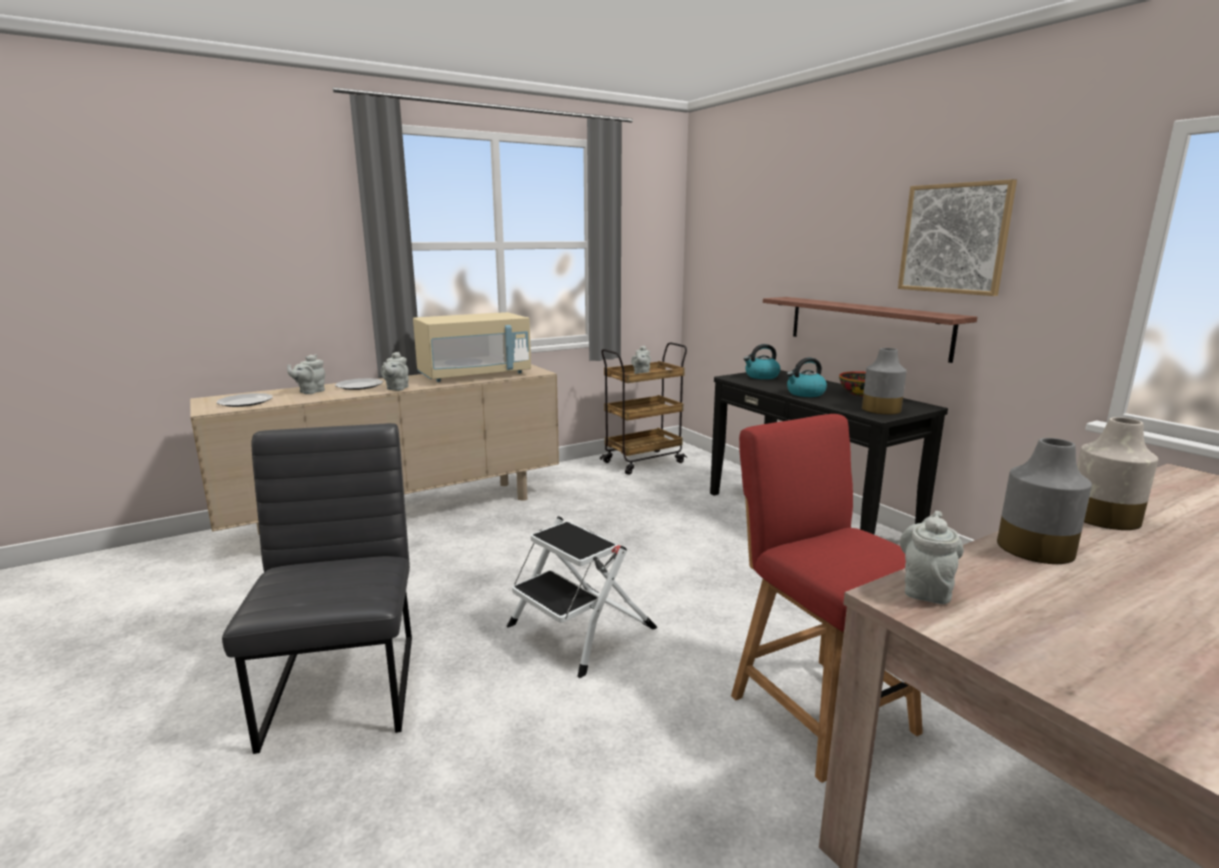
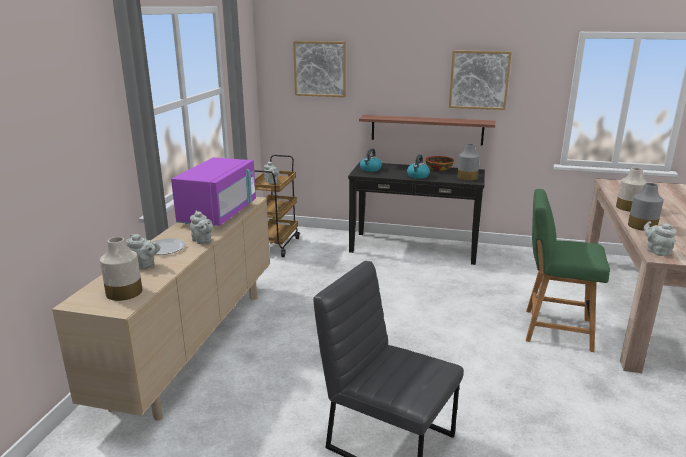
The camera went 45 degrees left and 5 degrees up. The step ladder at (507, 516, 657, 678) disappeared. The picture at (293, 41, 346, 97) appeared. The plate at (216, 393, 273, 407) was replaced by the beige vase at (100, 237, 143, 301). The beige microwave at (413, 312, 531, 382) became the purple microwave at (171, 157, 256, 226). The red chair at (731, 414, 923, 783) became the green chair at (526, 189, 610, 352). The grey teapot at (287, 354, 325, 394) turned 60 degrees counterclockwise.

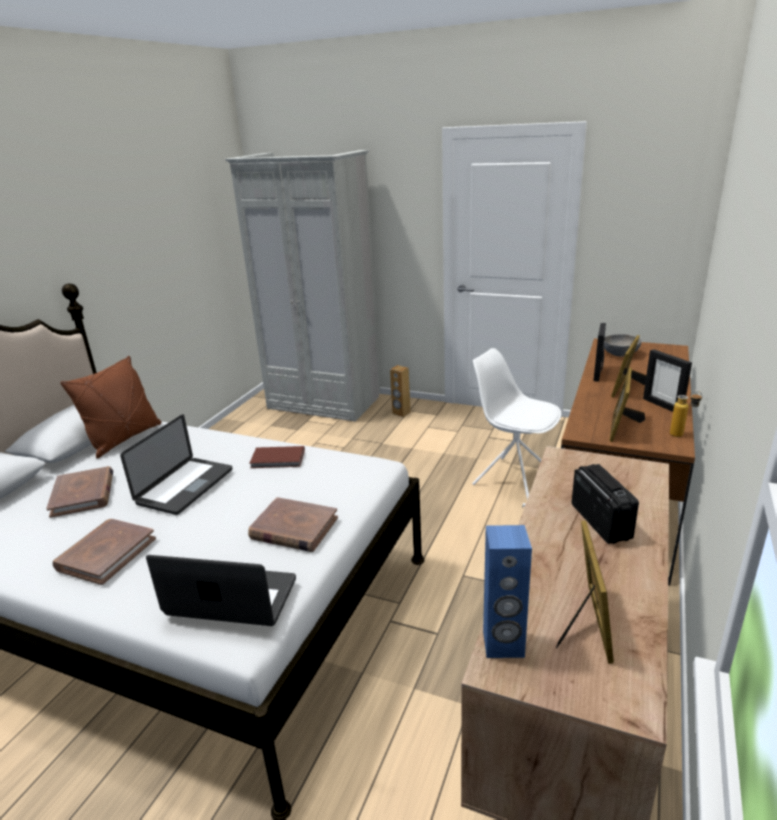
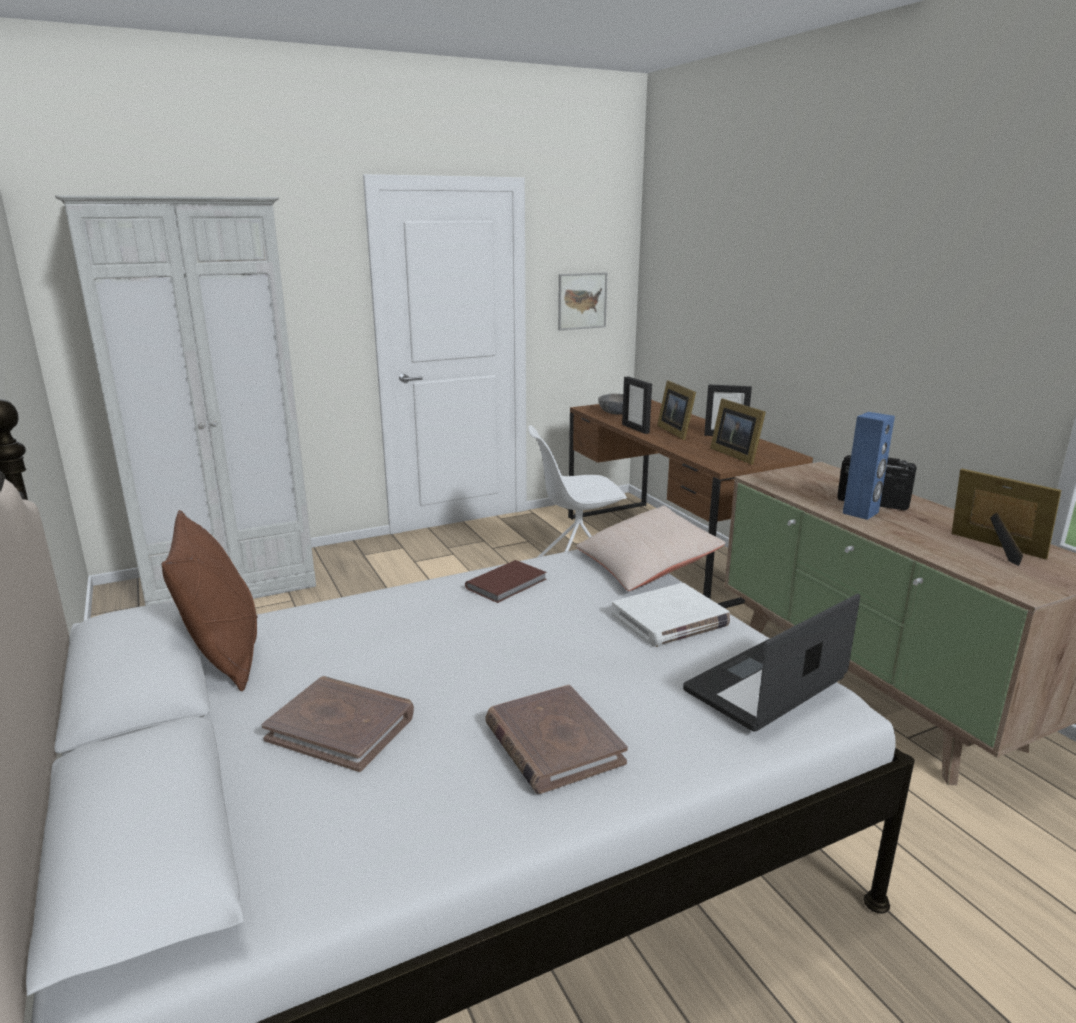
The camera went 50 degrees left and 5 degrees down. The laptop at (120, 414, 232, 515) disappeared. The brown speaker at (390, 365, 411, 417) disappeared. The bottle at (670, 391, 703, 437) disappeared. The picture at (558, 272, 607, 331) appeared. The beige pillow at (576, 505, 726, 591) appeared. The blue speaker moved from (483, 525, 532, 658) to (843, 412, 895, 520). The brown book at (248, 497, 338, 552) became the white book at (612, 583, 731, 647).

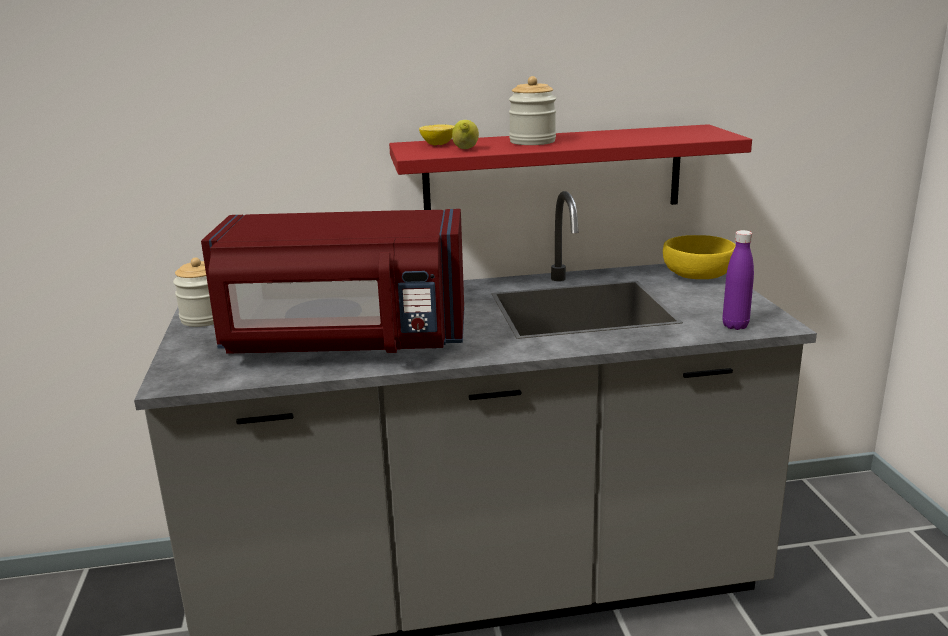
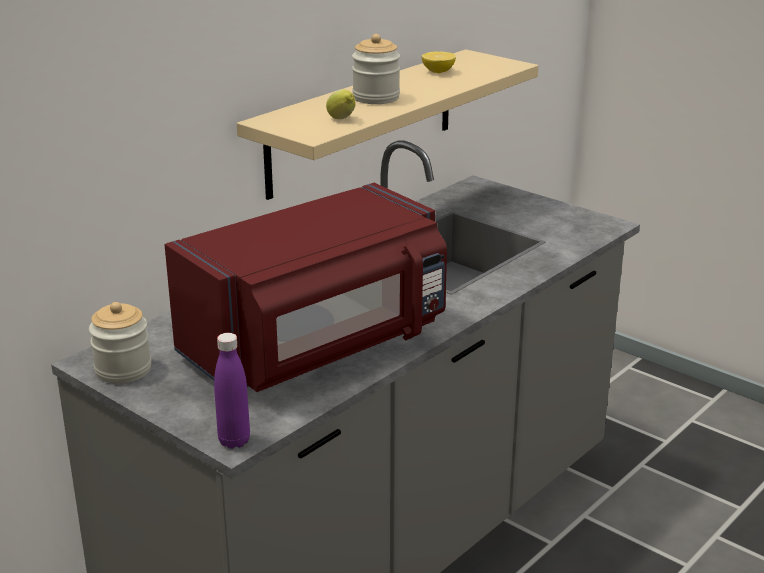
The camera went 40 degrees left and 5 degrees up. The yellow bowl at (663, 235, 736, 279) disappeared. The lemon moved from (419, 124, 454, 145) to (422, 51, 456, 73). The purple bottle moved from (722, 230, 754, 330) to (214, 333, 250, 449). The red shelf at (389, 124, 752, 210) became the beige shelf at (237, 50, 538, 200).

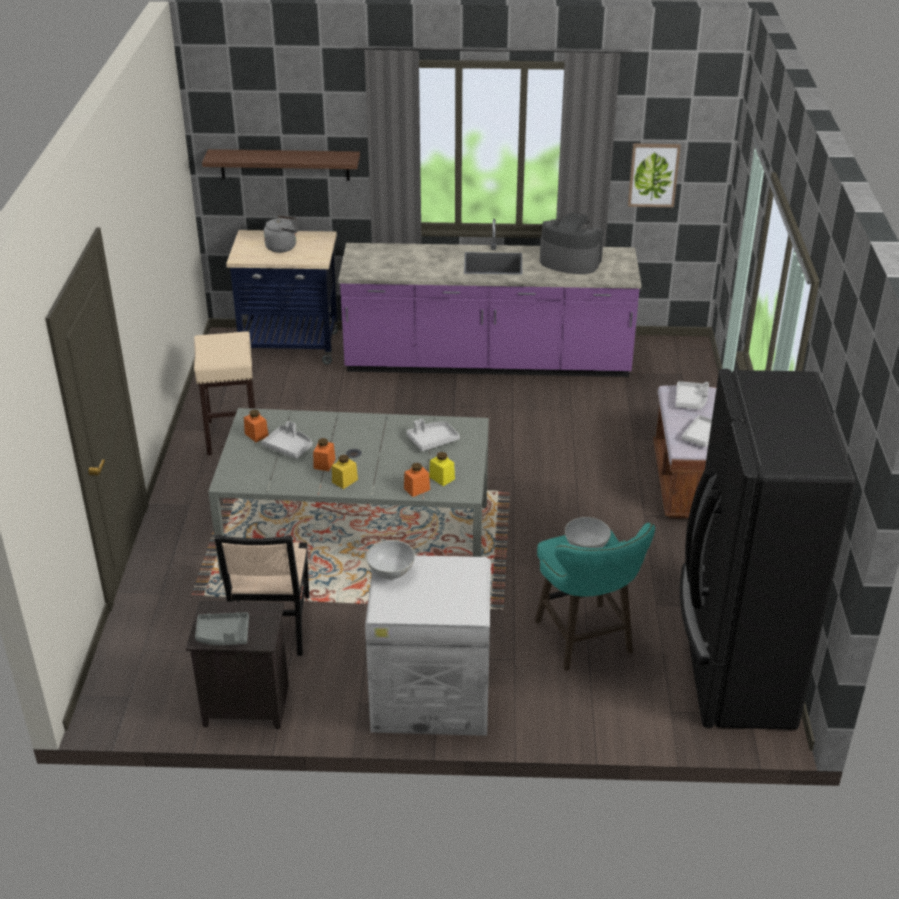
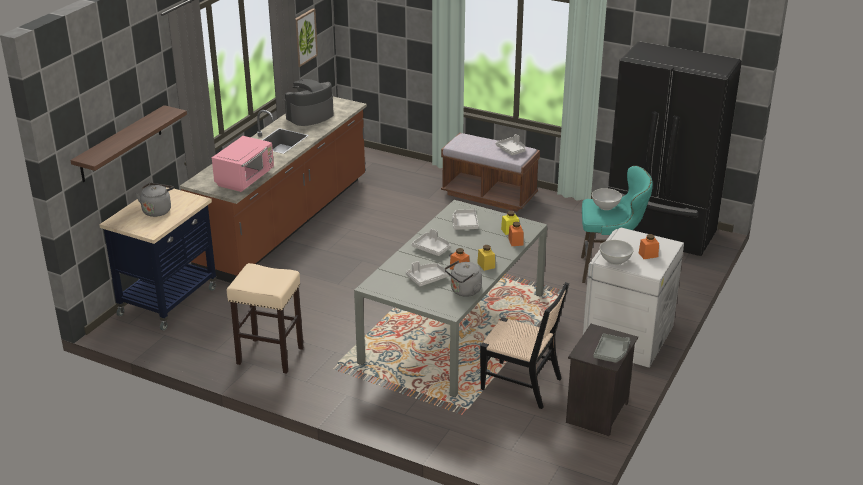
The camera went 65 degrees left and 5 degrees down. The pink microwave at (212, 136, 274, 192) appeared. The grey kettle at (445, 260, 482, 297) appeared. The orange jar moved from (244, 409, 268, 442) to (639, 234, 659, 259). The grey tray moved from (676, 381, 709, 409) to (412, 229, 451, 256). The purple counter at (338, 219, 641, 377) became the brown counter at (180, 97, 367, 283).

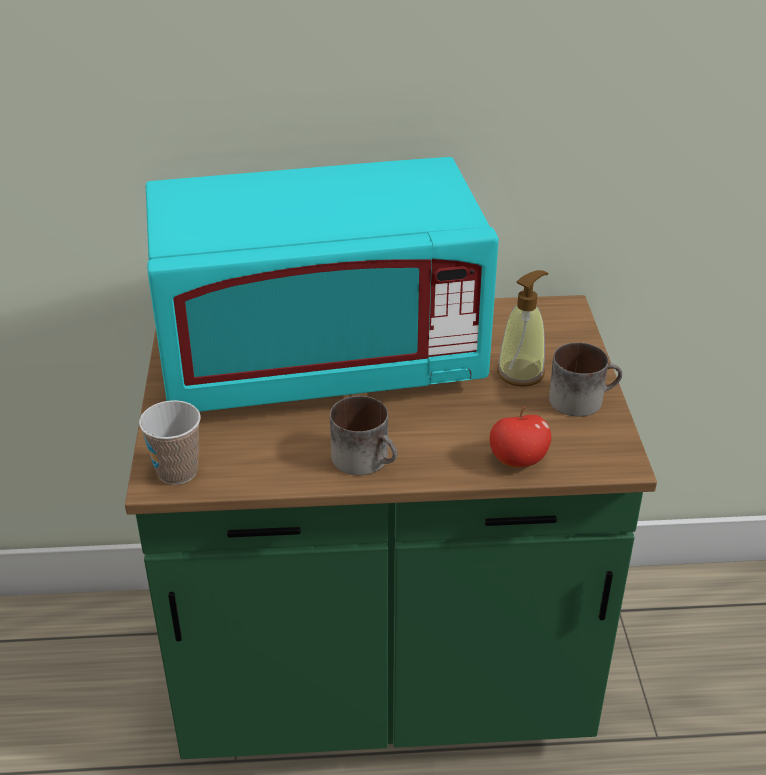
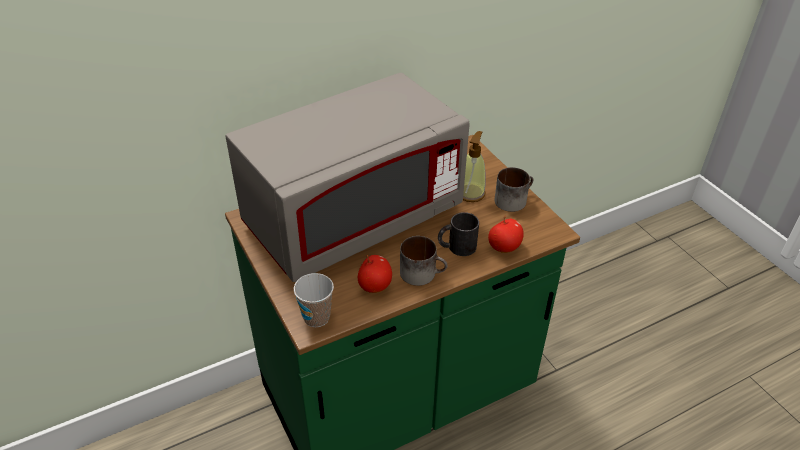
The camera went 25 degrees left and 5 degrees up. The apple at (358, 255, 392, 293) appeared. The black mug at (438, 212, 479, 256) appeared. The turquoise microwave at (146, 157, 499, 412) became the grey microwave at (226, 73, 470, 282).

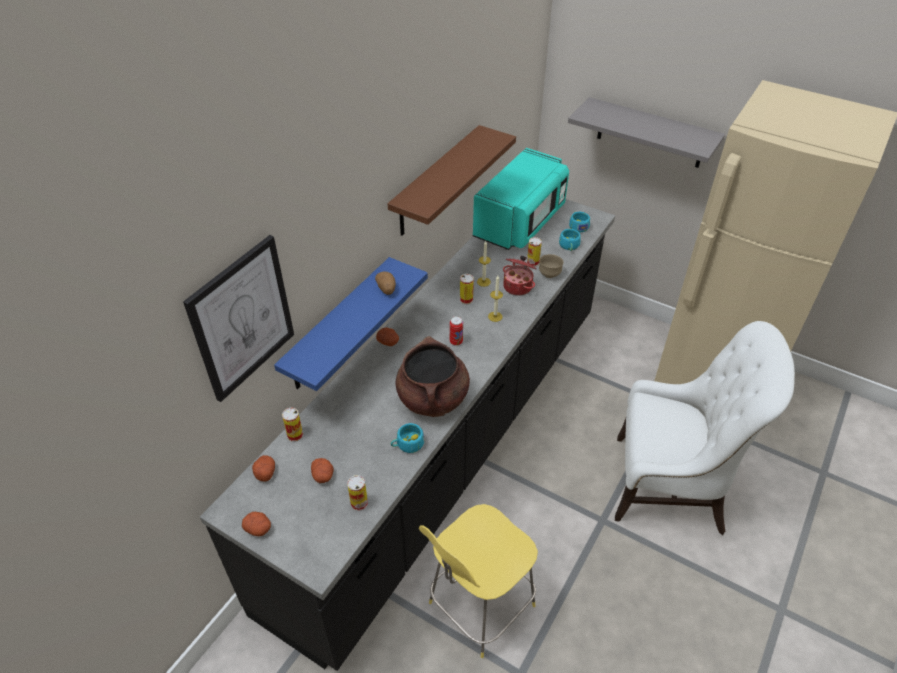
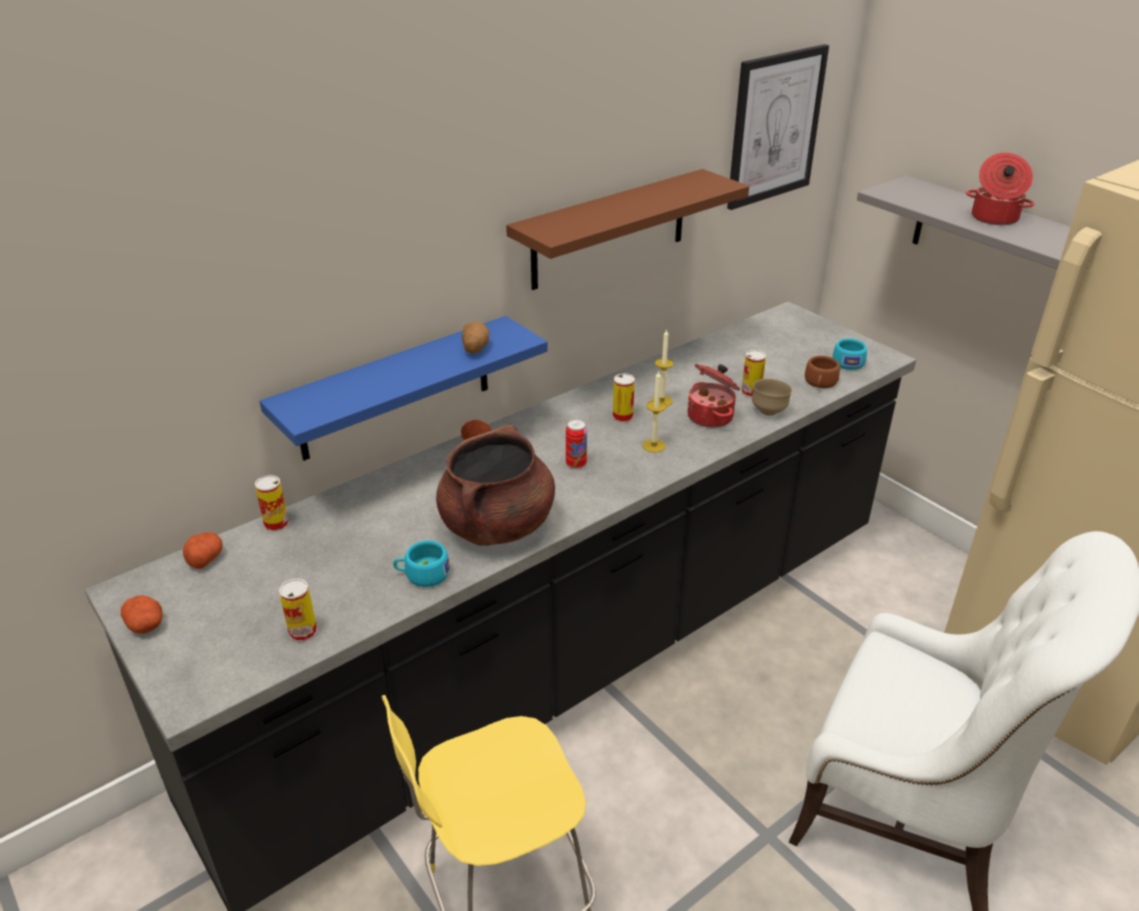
The camera went 20 degrees right and 10 degrees down. The potato at (311, 458, 334, 483) disappeared. The turquoise microwave at (473, 148, 569, 250) disappeared. The cooking pot at (966, 153, 1034, 225) appeared. The picture moved from (183, 235, 294, 402) to (727, 44, 829, 210). The turquoise cup at (559, 229, 581, 251) became the brown cup at (805, 356, 840, 388).

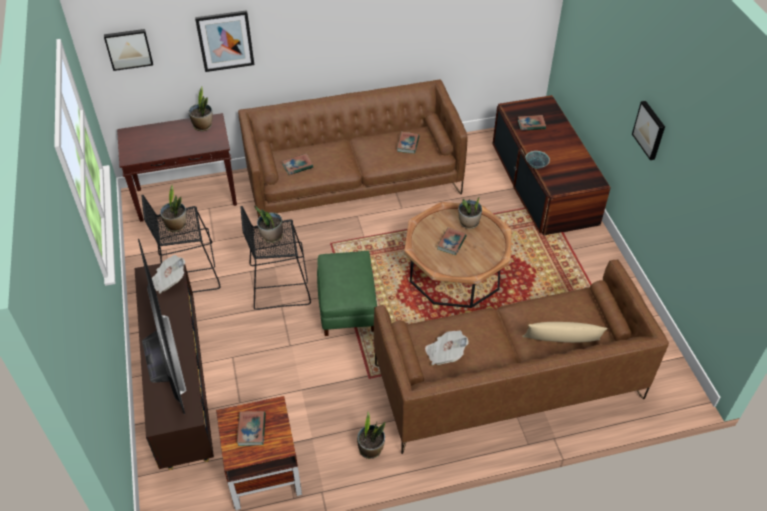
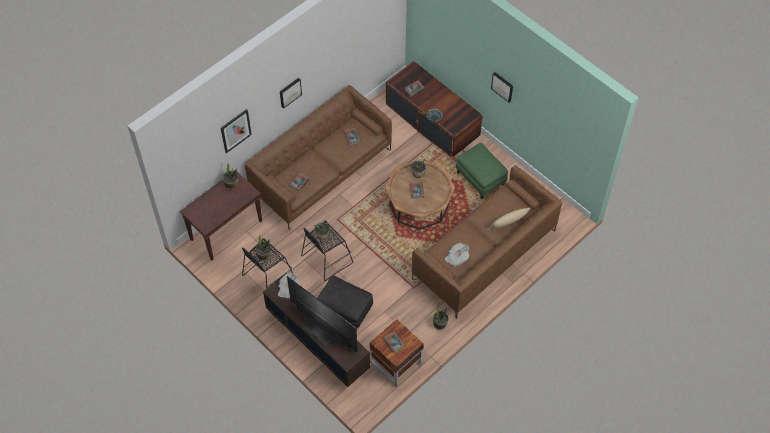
The camera went 30 degrees left and 10 degrees up. The black ottoman at (317, 275, 373, 329) appeared. The picture moved from (104, 29, 153, 71) to (280, 78, 302, 109). The green ottoman moved from (317, 251, 377, 336) to (456, 143, 508, 199).

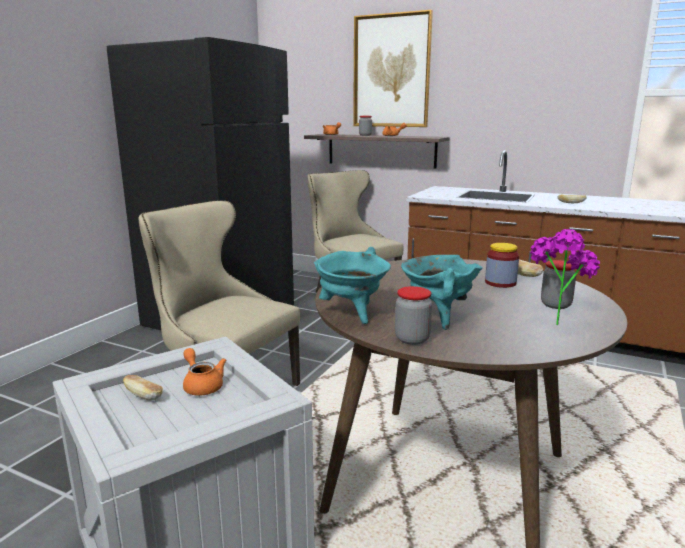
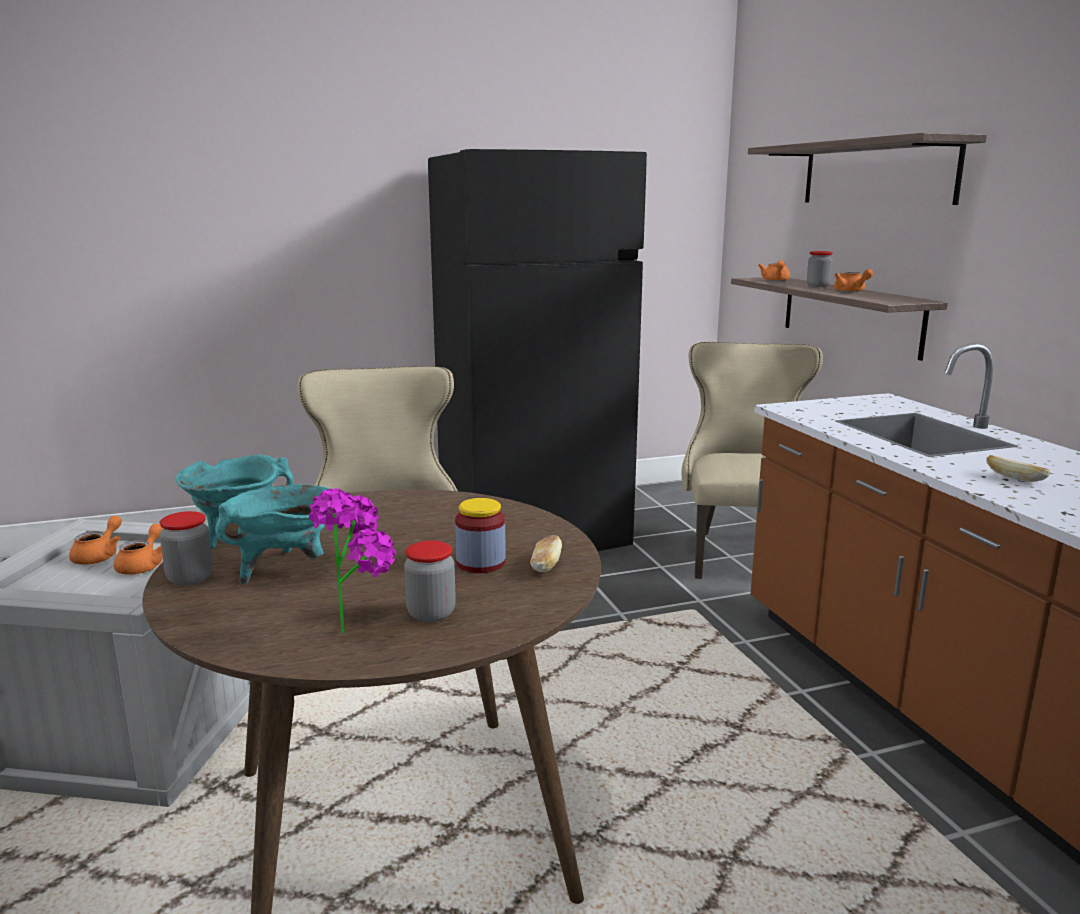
The camera went 45 degrees right and 0 degrees up. The bread at (123, 375, 163, 400) was replaced by the orange teapot at (69, 516, 122, 565). The picture at (353, 10, 433, 127) was replaced by the shelf at (748, 133, 987, 205).

